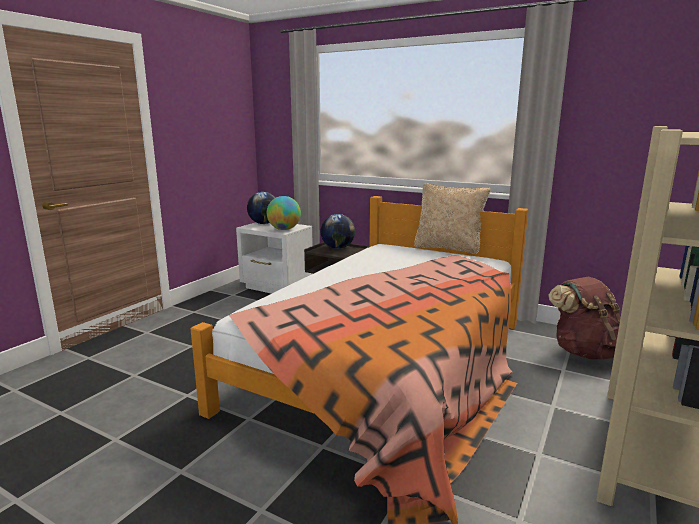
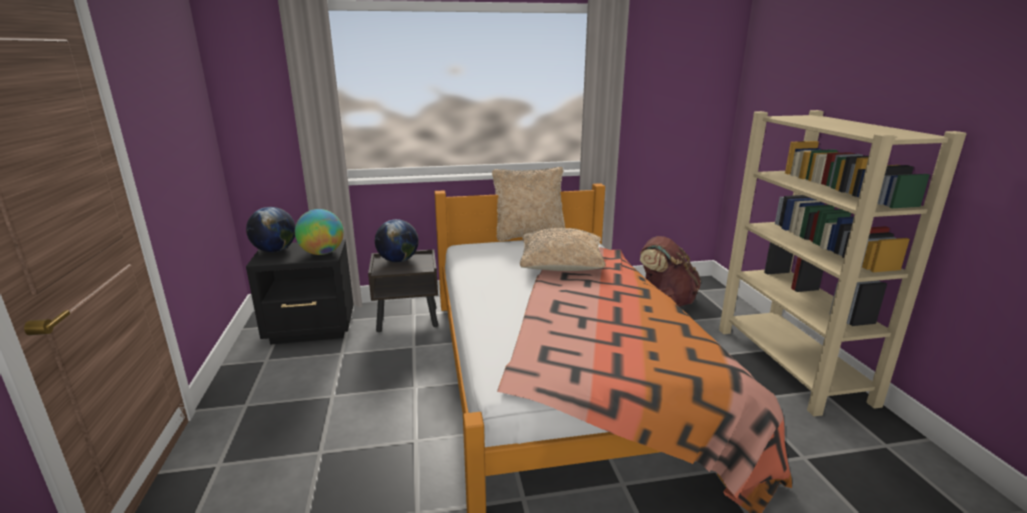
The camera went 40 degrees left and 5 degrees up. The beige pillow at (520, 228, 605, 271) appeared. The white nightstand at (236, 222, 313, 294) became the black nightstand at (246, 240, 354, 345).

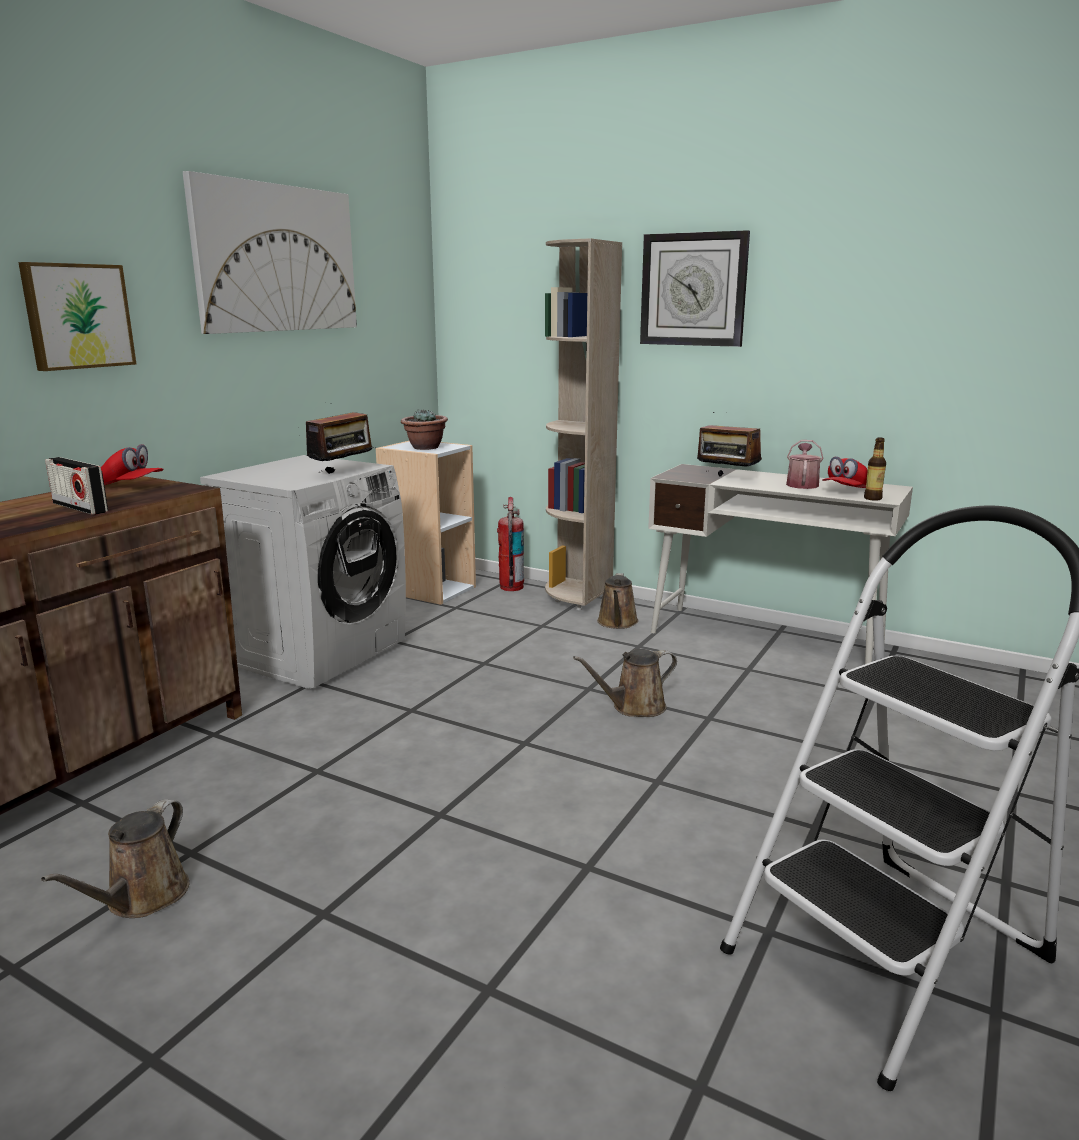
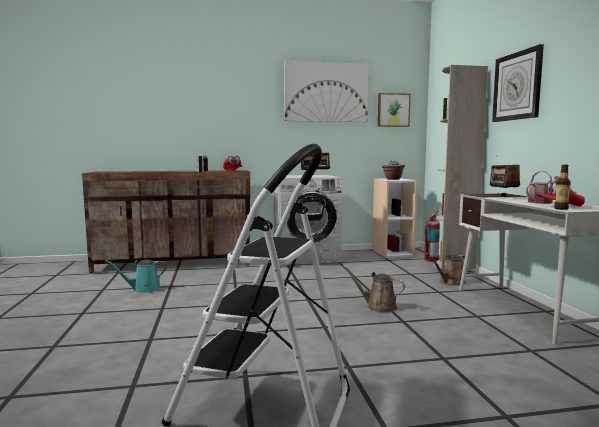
The camera went 50 degrees right and 10 degrees down. The picture moved from (18, 262, 136, 371) to (378, 93, 411, 127). The brown watering can at (41, 799, 190, 918) became the turquoise watering can at (105, 260, 167, 293).

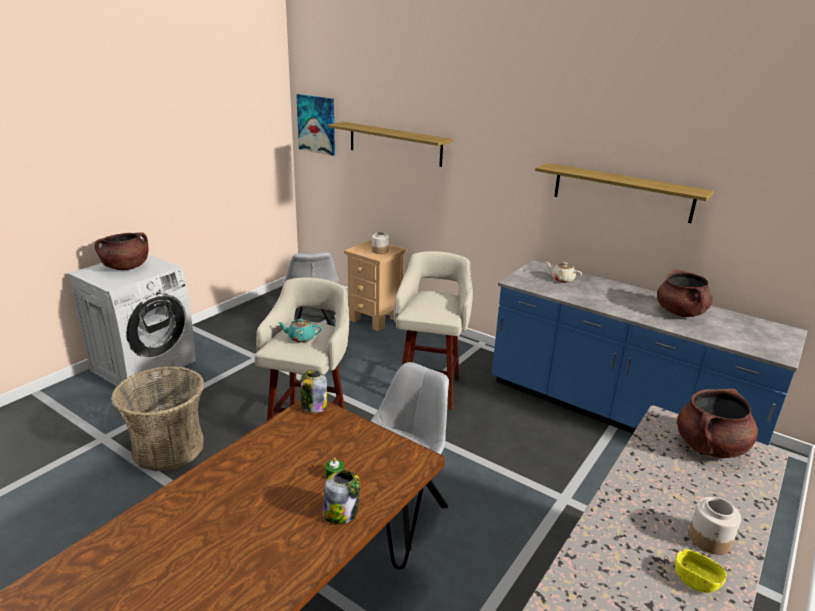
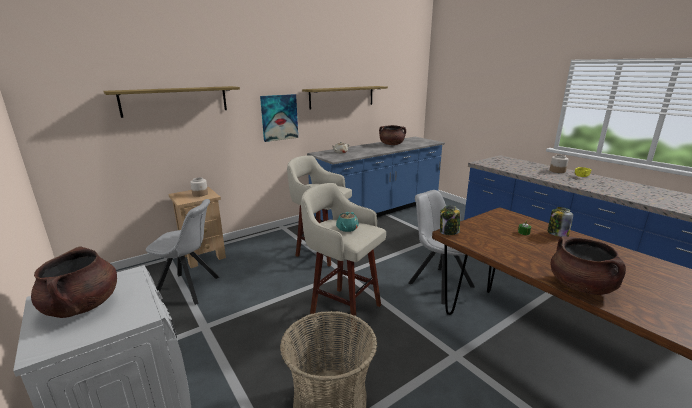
The camera went 70 degrees left and 5 degrees down. The picture moved from (296, 94, 335, 156) to (260, 94, 298, 142). The brown cooking pot moved from (677, 389, 758, 458) to (551, 237, 626, 295).

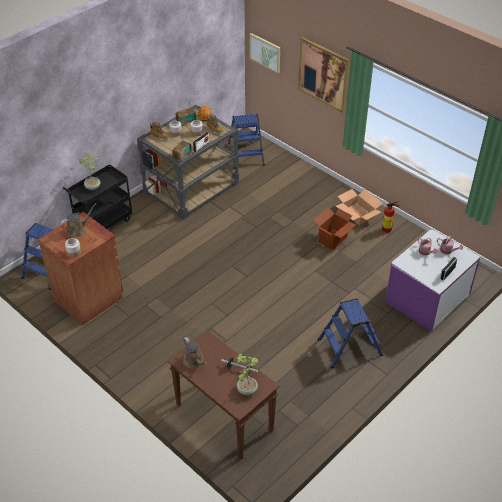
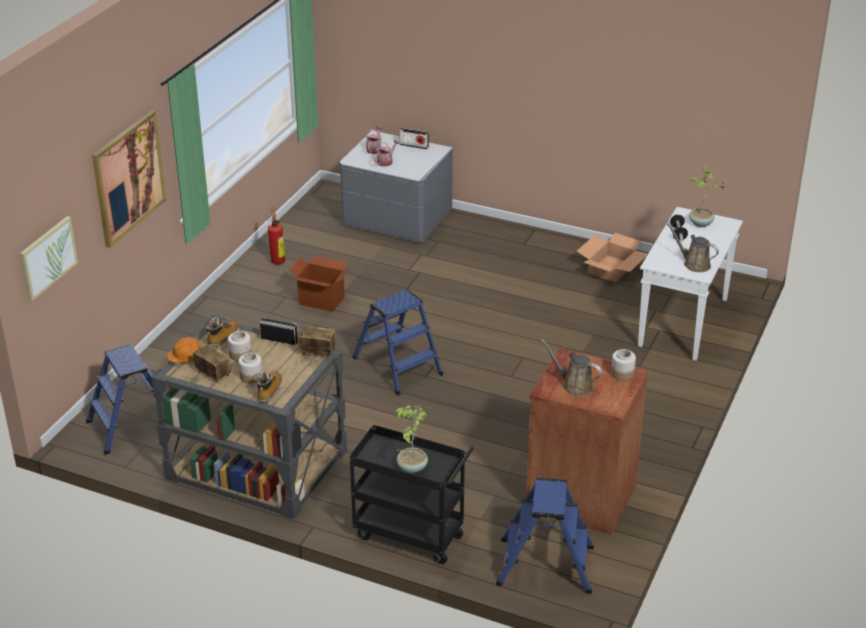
The camera went 110 degrees left and 10 degrees down. The blue step ladder moved from (317, 298, 383, 369) to (352, 289, 443, 396). The cardboard box moved from (336, 189, 383, 225) to (577, 233, 648, 283). The brown console table at (168, 330, 279, 459) became the white console table at (638, 207, 743, 361). The purple nightstand at (385, 230, 480, 331) became the grey nightstand at (340, 131, 453, 243). The brown watering can at (183, 337, 208, 368) turned 90 degrees counterclockwise.

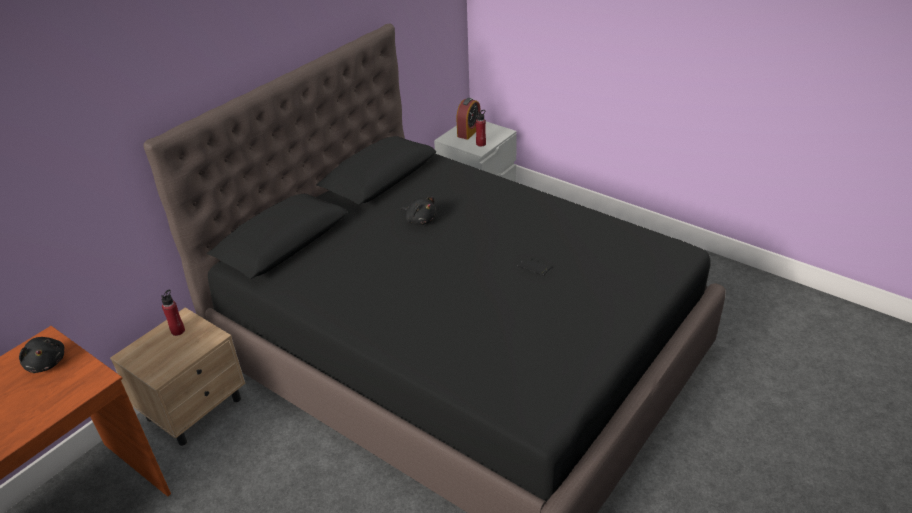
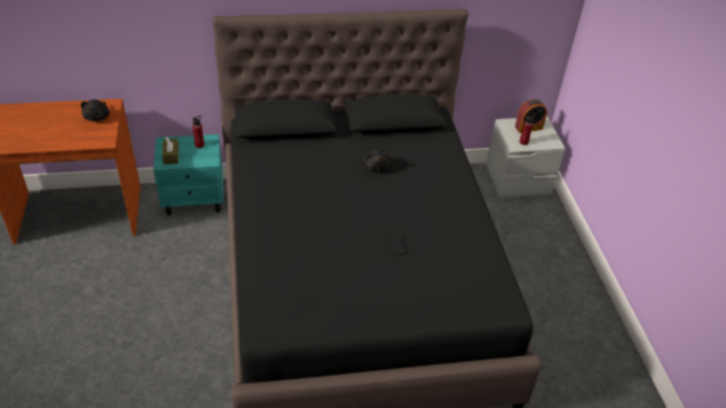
The camera went 40 degrees right and 5 degrees up. The brown tissue box at (162, 137, 179, 164) appeared. The beige nightstand at (110, 307, 245, 446) became the turquoise nightstand at (153, 134, 223, 215).

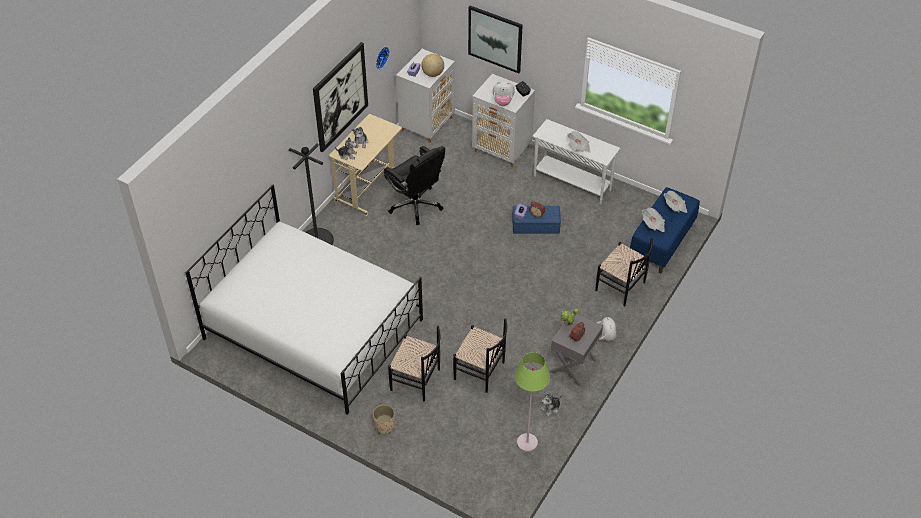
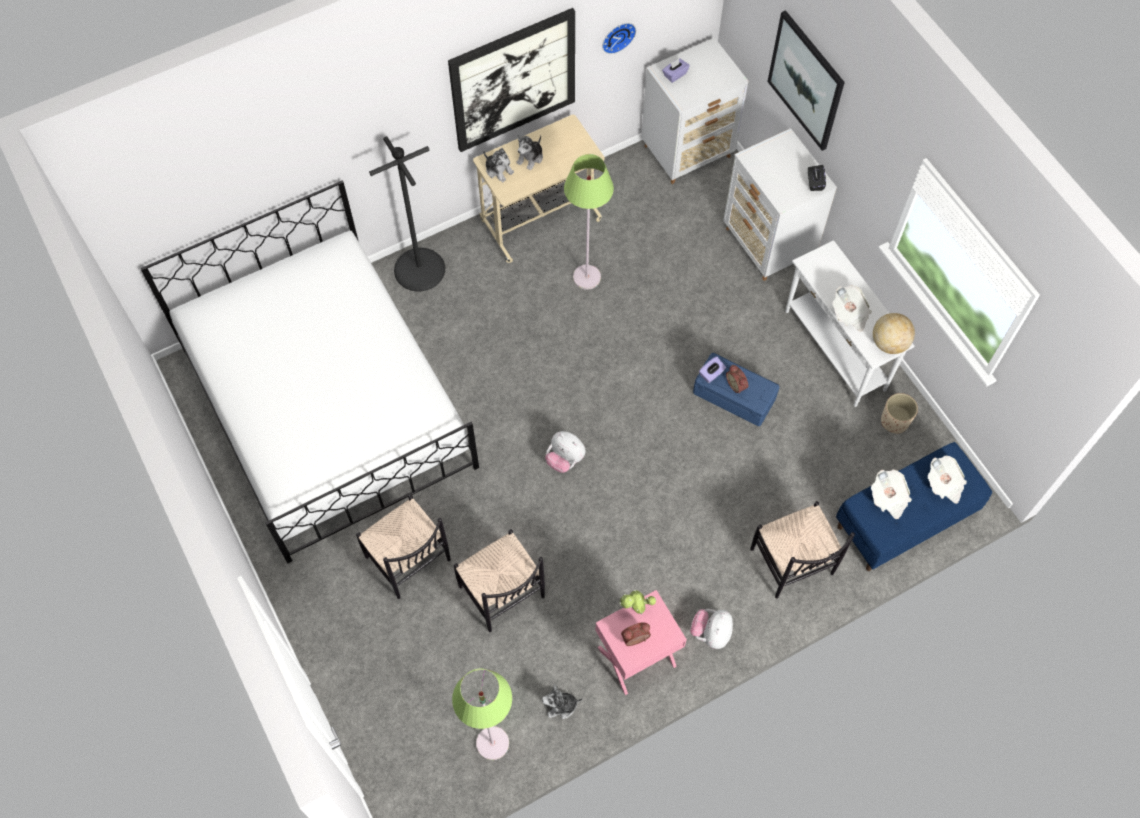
The camera went 30 degrees right and 15 degrees up. The beige planter moved from (373, 404, 395, 434) to (881, 393, 918, 434). The globe moved from (421, 54, 444, 77) to (873, 313, 915, 354). The plush toy moved from (493, 81, 515, 106) to (545, 431, 585, 473). The black office chair at (384, 146, 445, 225) was replaced by the green floor lamp at (564, 154, 614, 290). The grey nightstand at (550, 312, 603, 386) became the pink nightstand at (595, 590, 687, 695).

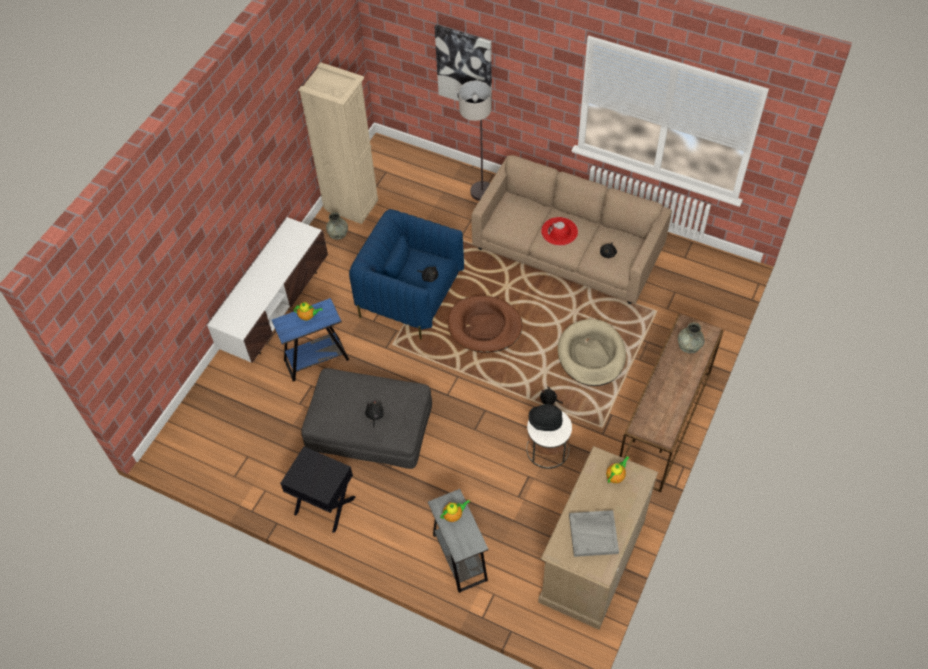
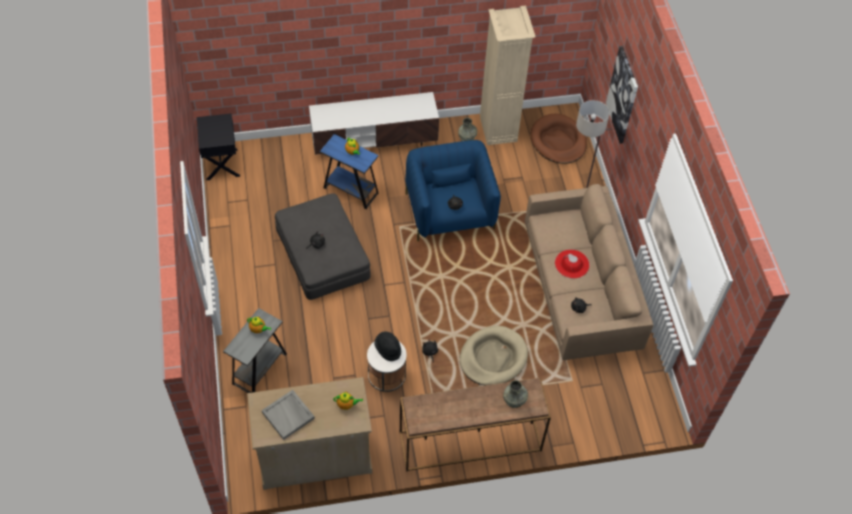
The camera went 50 degrees right and 0 degrees up. The black nightstand moved from (280, 446, 356, 533) to (197, 113, 240, 180). The brown dog bed moved from (448, 296, 522, 353) to (530, 114, 587, 164).

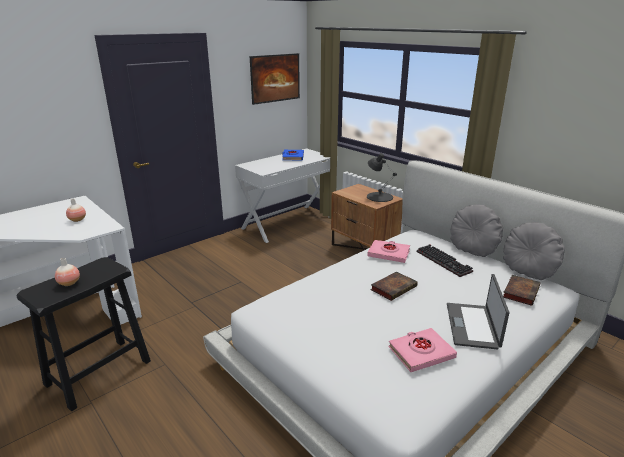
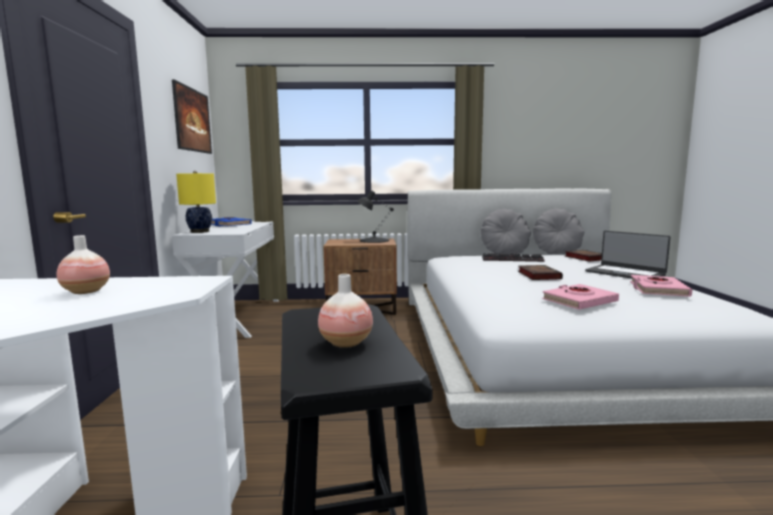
The camera went 50 degrees left and 15 degrees down. The yellow table lamp at (176, 171, 216, 233) appeared. The pink book moved from (367, 240, 410, 263) to (542, 284, 619, 310).

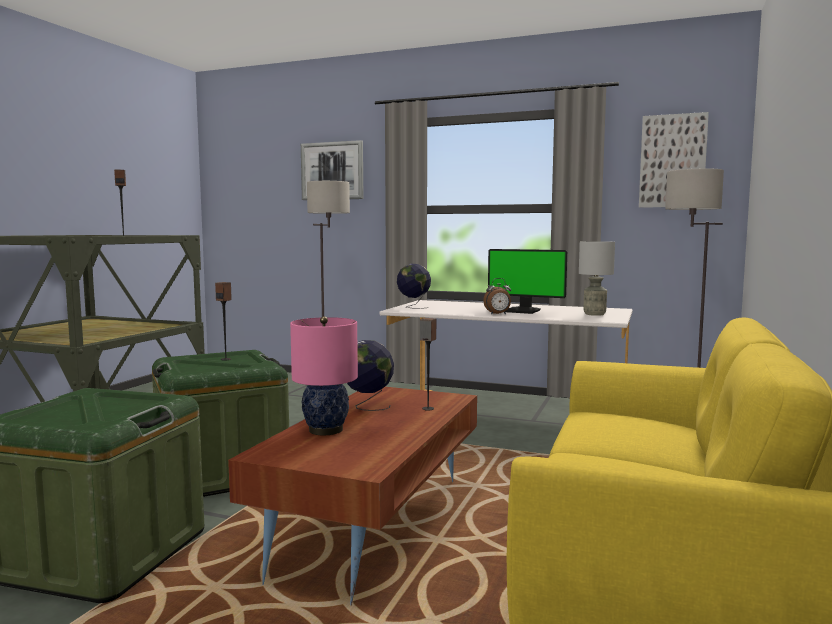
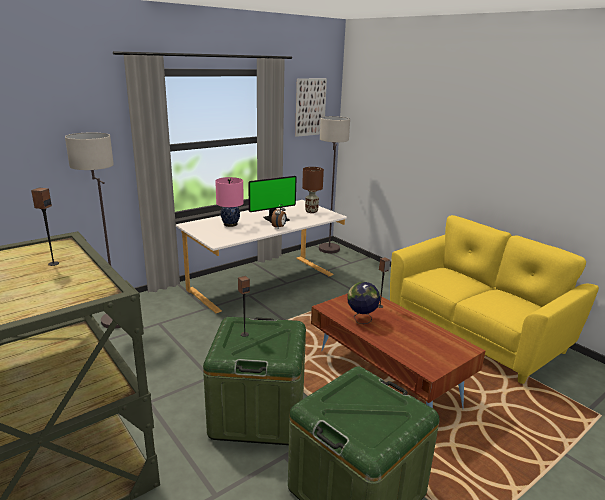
The camera went 60 degrees left and 15 degrees up. The picture at (301, 140, 363, 200) disappeared. The globe at (397, 264, 431, 309) disappeared. The pink table lamp moved from (290, 316, 358, 435) to (215, 177, 244, 227). The grey table lamp at (579, 241, 615, 316) became the brown table lamp at (302, 167, 324, 213).

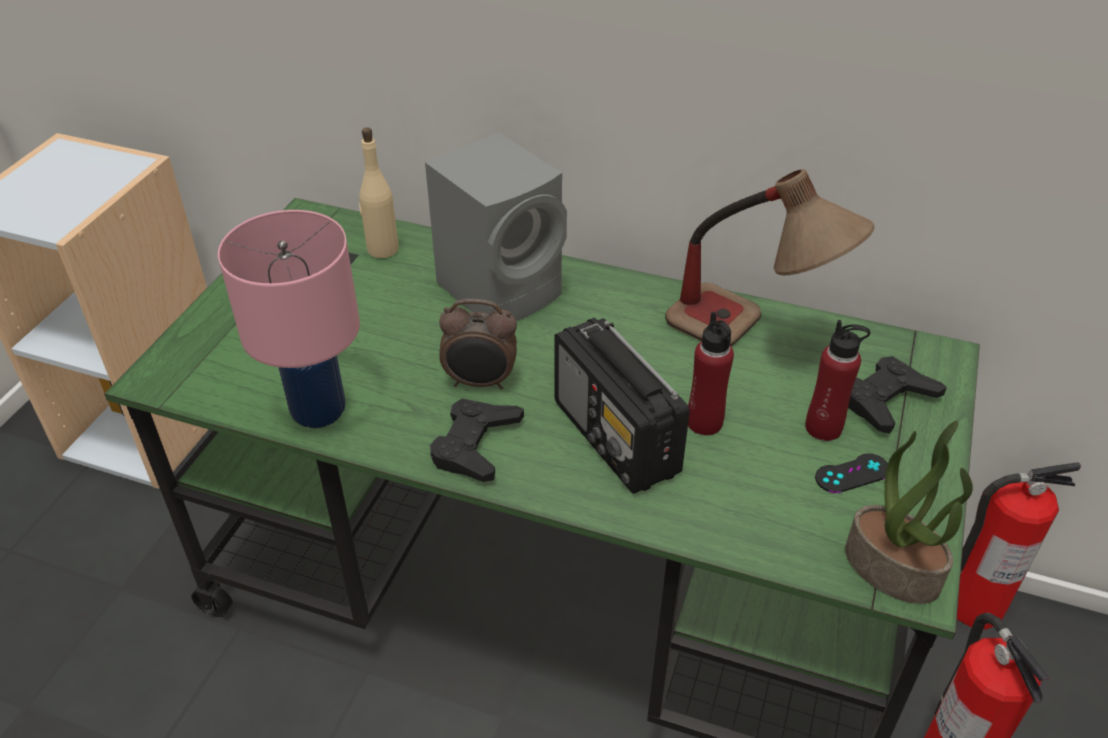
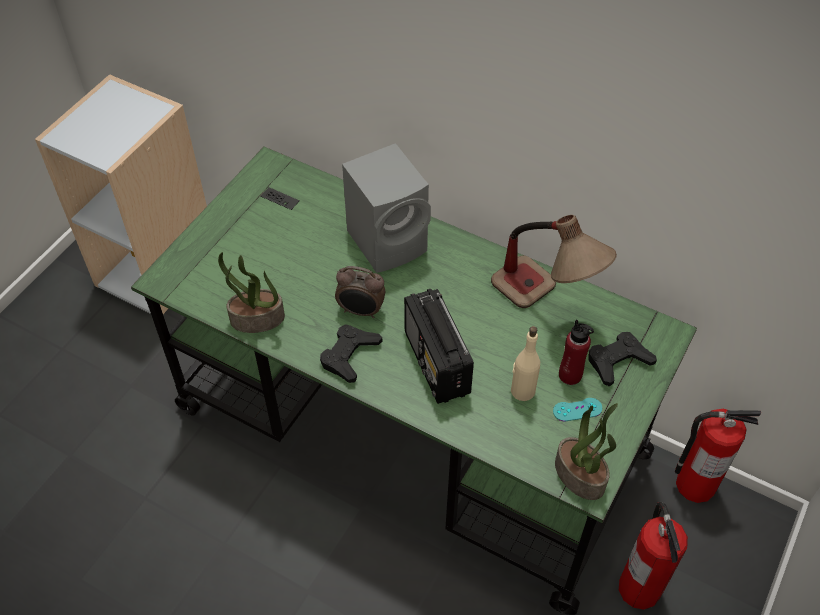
The camera went 10 degrees right and 10 degrees up. The red bottle at (688, 312, 734, 435) disappeared. The beige bottle moved from (359, 127, 399, 258) to (511, 326, 540, 401). The pink table lamp at (218, 210, 360, 428) was replaced by the potted plant at (218, 252, 285, 333). The black game controller at (815, 453, 888, 493) became the turquoise game controller at (553, 398, 602, 421).

